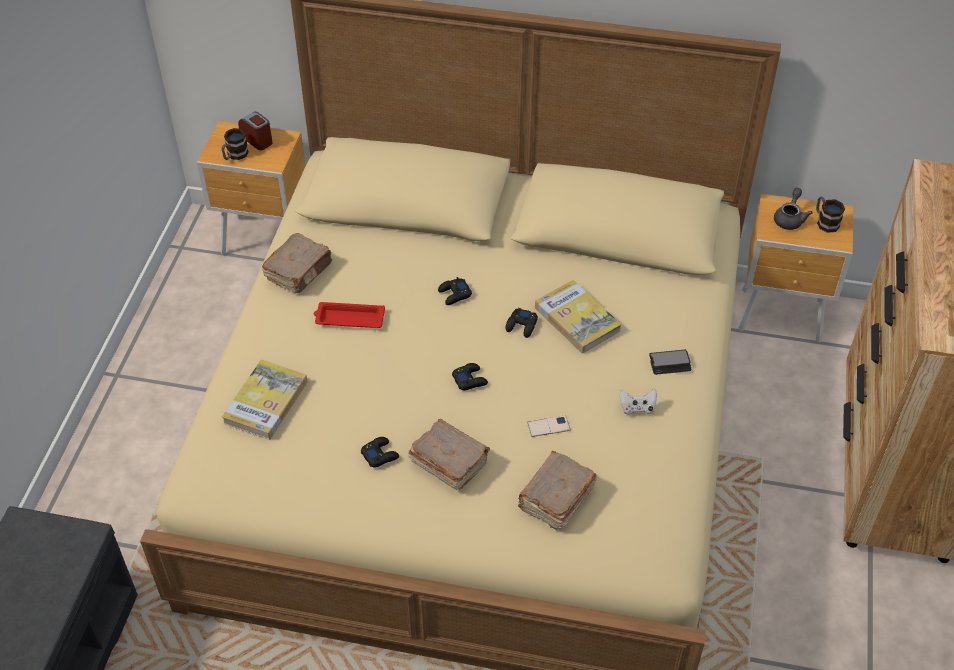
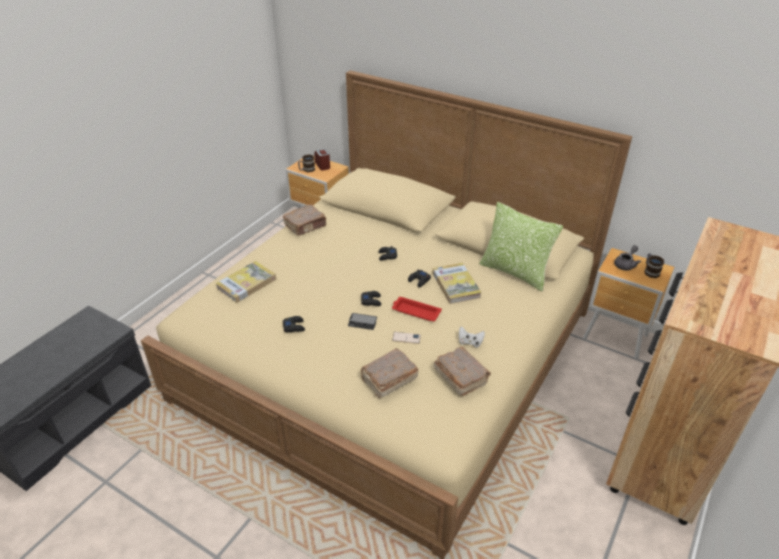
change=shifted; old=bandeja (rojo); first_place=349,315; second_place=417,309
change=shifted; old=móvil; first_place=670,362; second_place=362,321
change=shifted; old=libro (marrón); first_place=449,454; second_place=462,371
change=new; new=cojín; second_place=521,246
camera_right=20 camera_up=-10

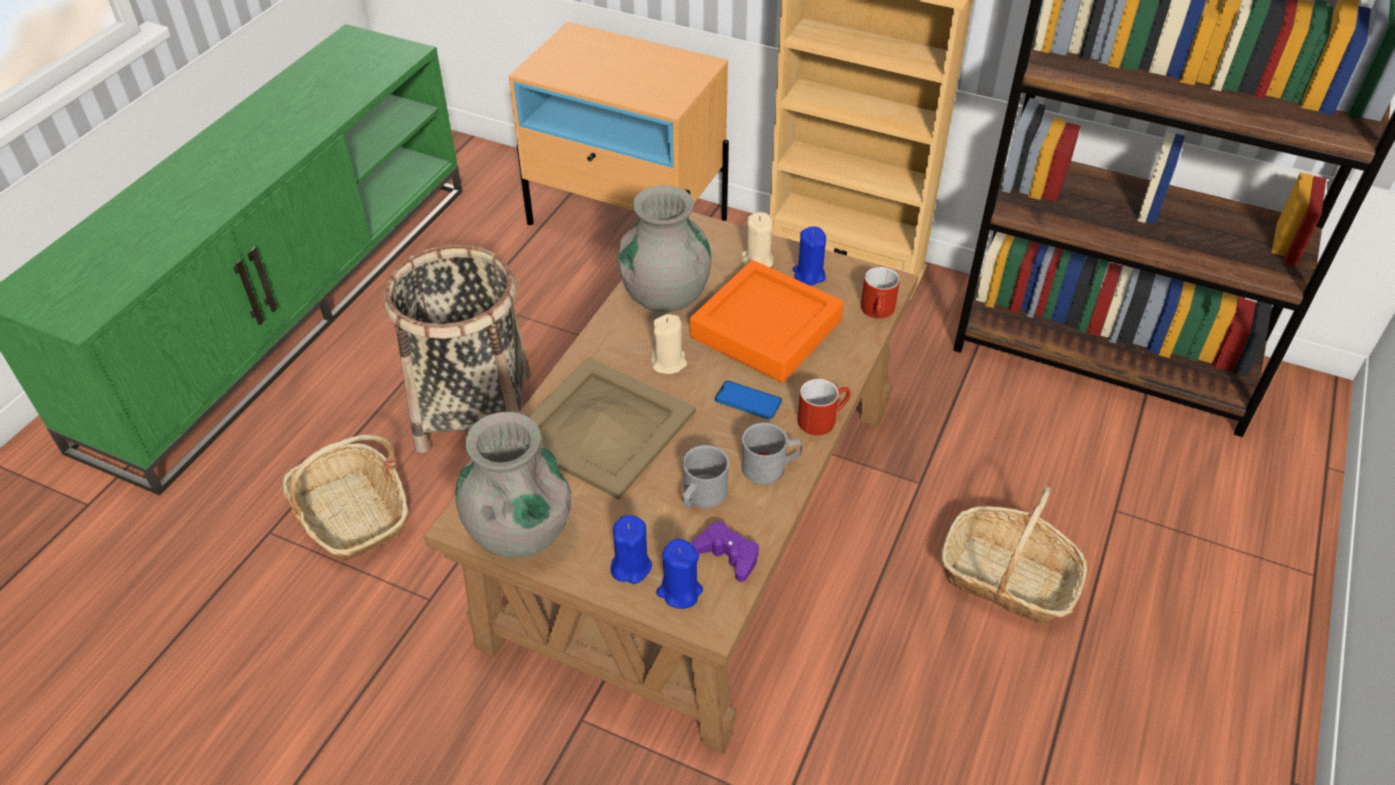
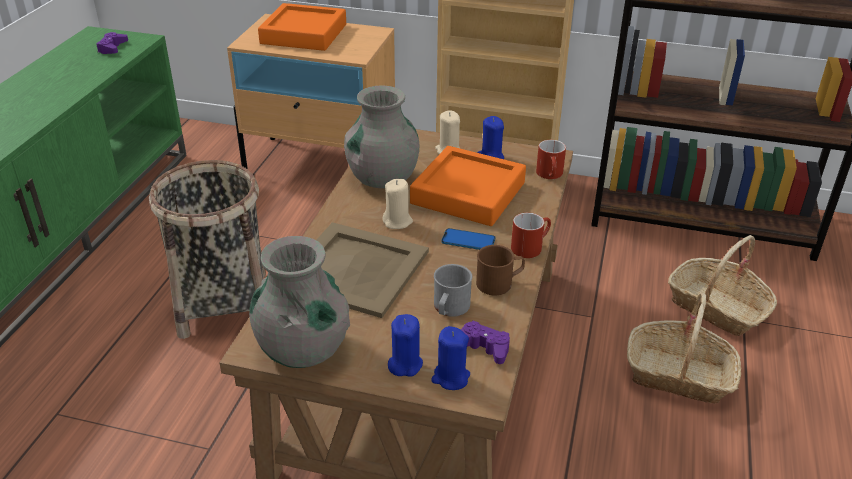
change=repainted; old=taza grande (gris); new=taza grande (marrón); first_place=772,453; second_place=500,270
change=shifted; old=cesta; first_place=345,497; second_place=722,285
change=new; new=bandeja (naranja); second_place=302,27
change=new; new=mando de consola (morado); second_place=112,43
camera_right=-10 camera_up=-10

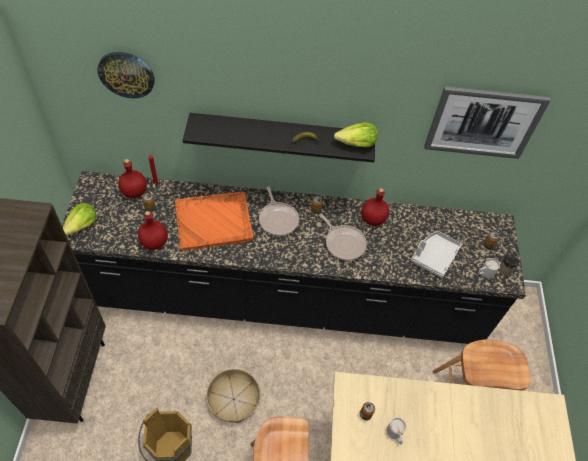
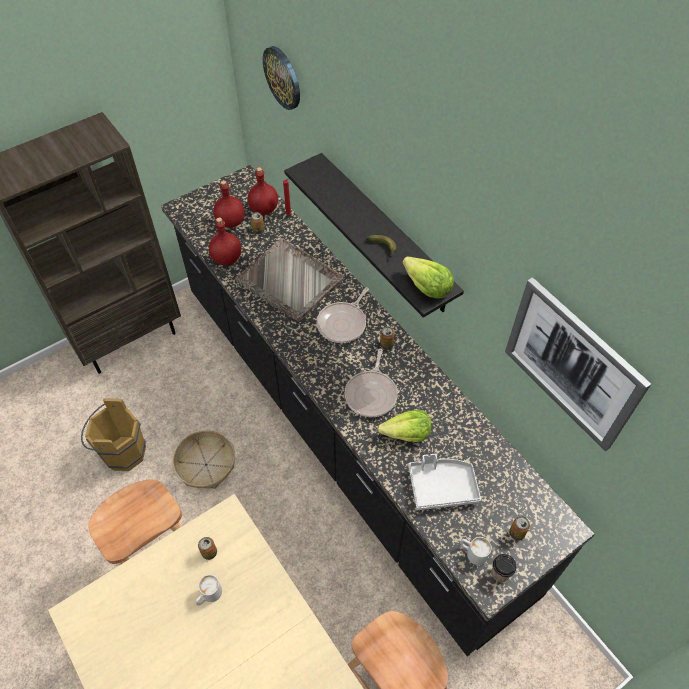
change=shifted; old=botella (rojo); first_place=375,207; second_place=228,204
change=repainted; old=bandeja (naranja); new=bandeja (gris); first_place=214,221; second_place=289,280
change=shifted; old=lechuga; first_place=80,219; second_place=404,426
camera_right=55 camera_up=0

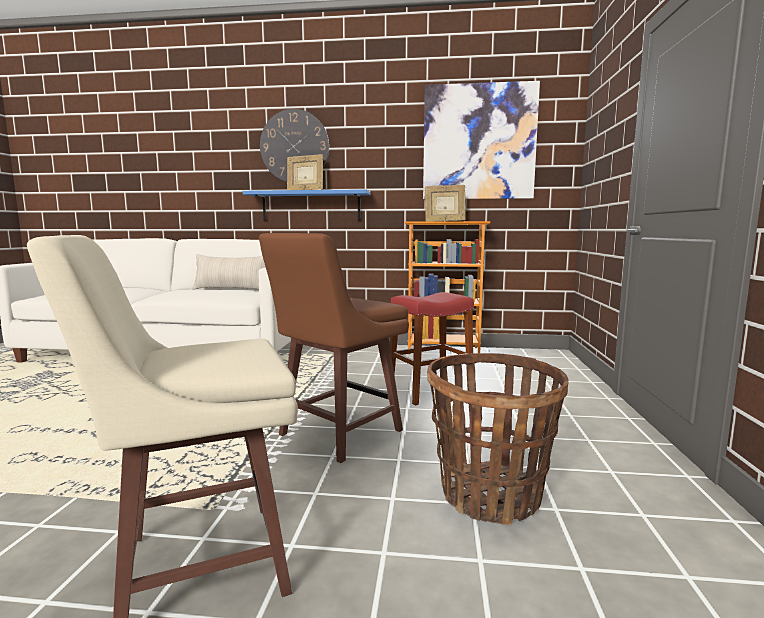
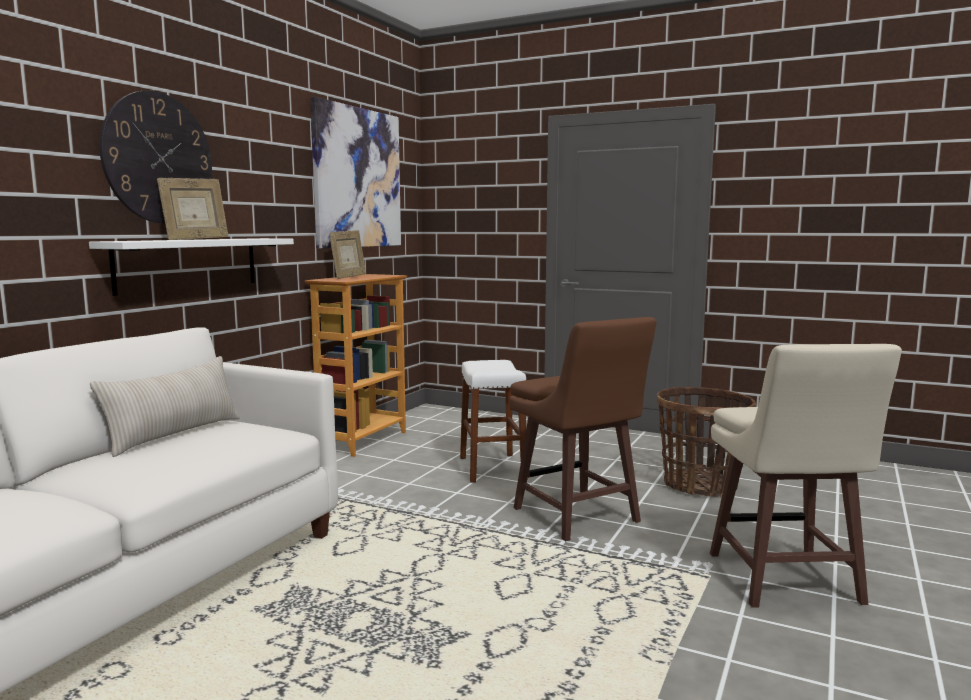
change=repainted; old=estante (azul); new=estante (blanco); first_place=307,205; second_place=191,267
change=repainted; old=taburete (rojo); new=taburete (blanco); first_place=432,349; second_place=494,421
camera_right=-70 camera_up=0

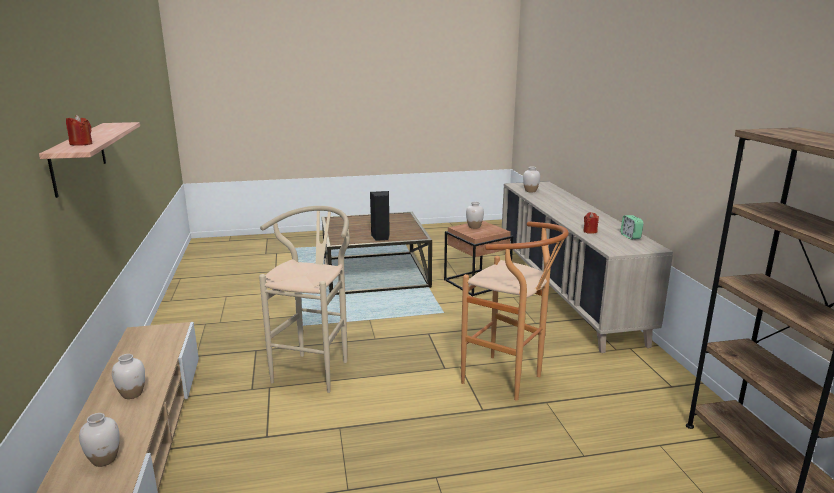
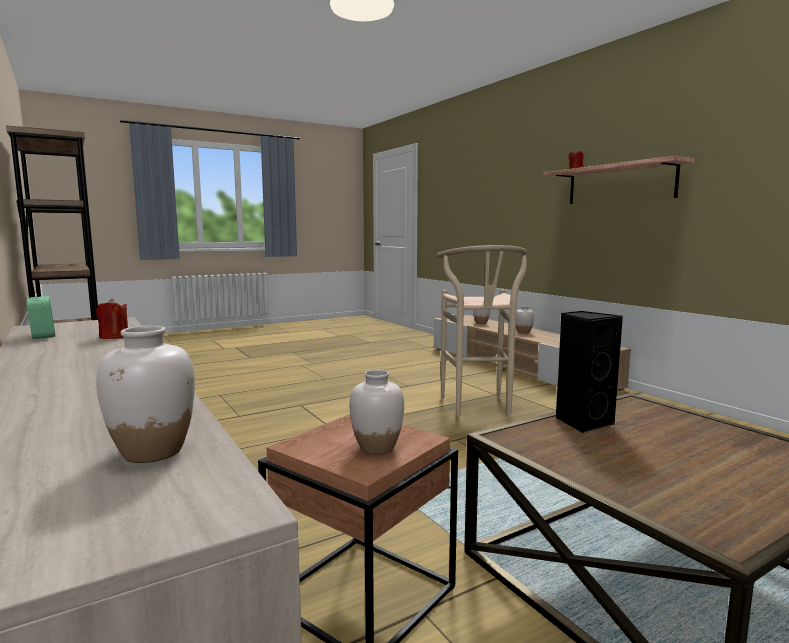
change=gone; old=taburete (marrón); first_place=515,311
camera_right=160 camera_up=-10

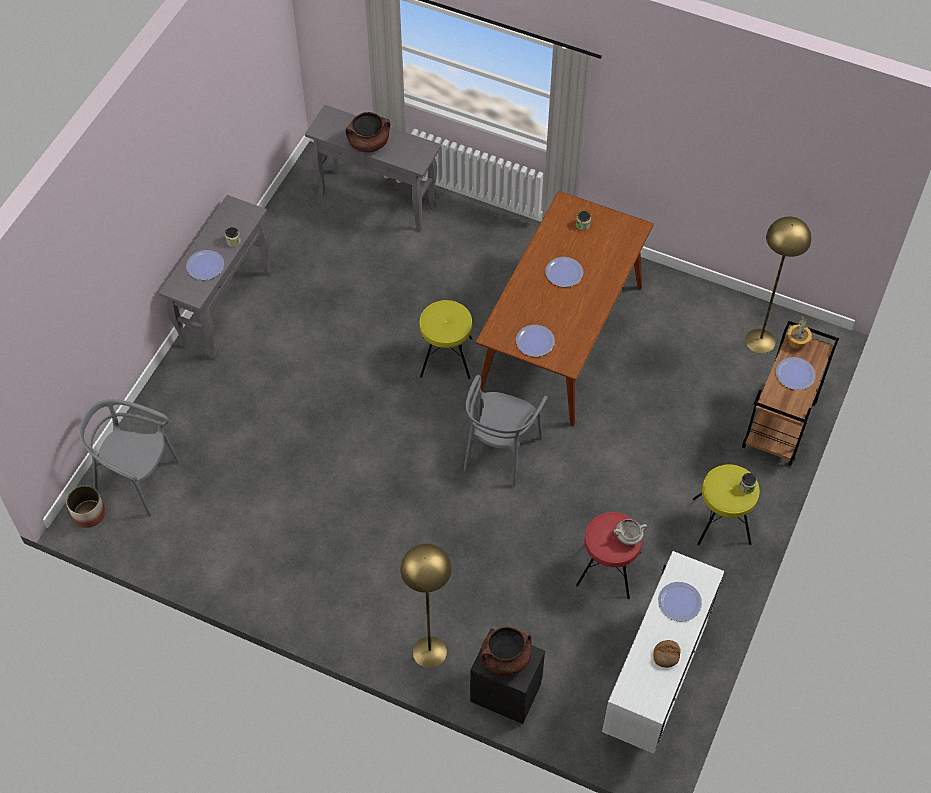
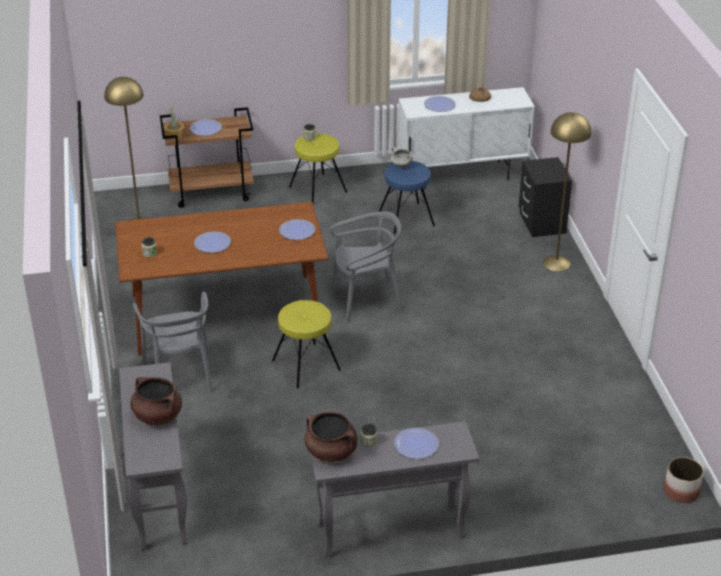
change=shifted; old=silla (gris); first_place=129,458; second_place=172,342
change=repainted; old=taburete (rojo); new=taburete (azul); first_place=609,555; second_place=407,197
change=shifted; old=olla (marrón); first_place=506,651; second_place=331,437
camera_right=-125 camera_up=-20

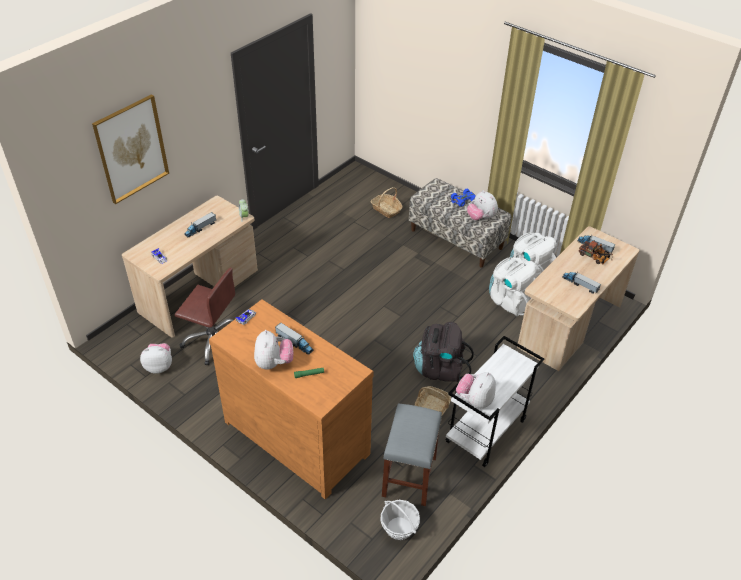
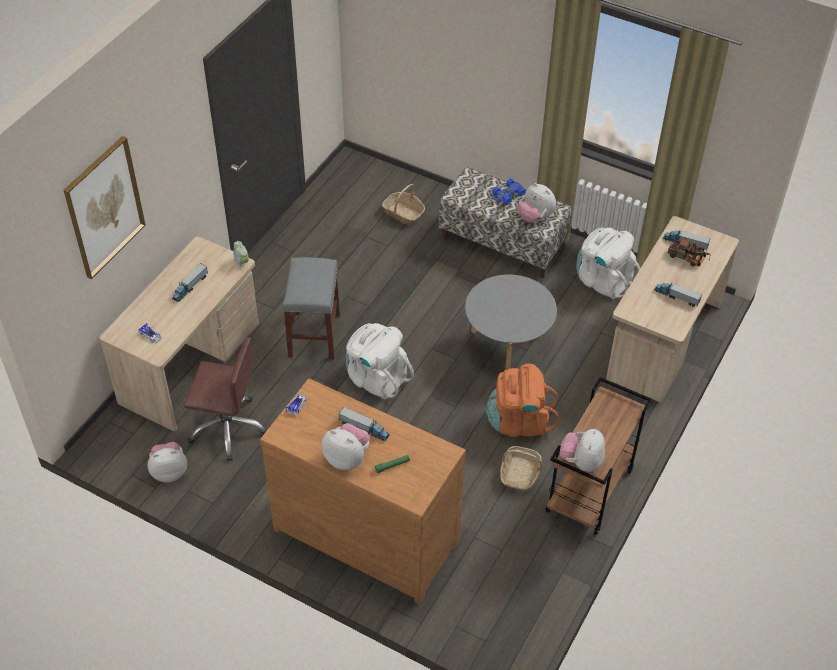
change=shifted; old=mochila (blanco); first_place=513,286; second_place=380,361
change=repainted; old=mochila (negro); new=mochila (naranja); first_place=443,352; second_place=523,400
change=rotated; old=peluche; first_place=273,349; second_place=346,446; degrees=-45
change=repainted; old=carrito (blanco); new=carrito (marrón); first_place=494,401; second_place=598,456
change=shifted; old=taburete (gris); first_place=412,454; second_place=311,308
change=gone; old=cesta; first_place=400,520
change=new; new=mesa de centro (gris); second_place=511,322
camera_right=-10 camera_up=5

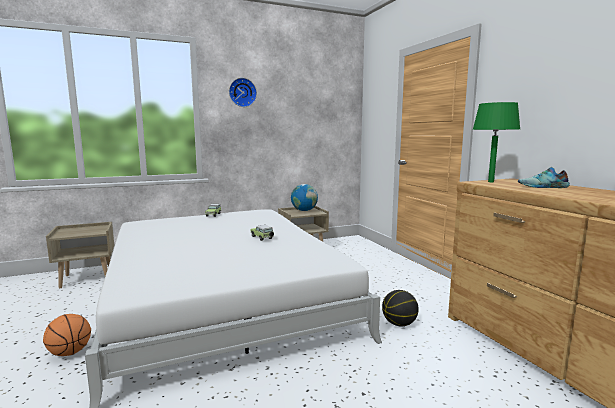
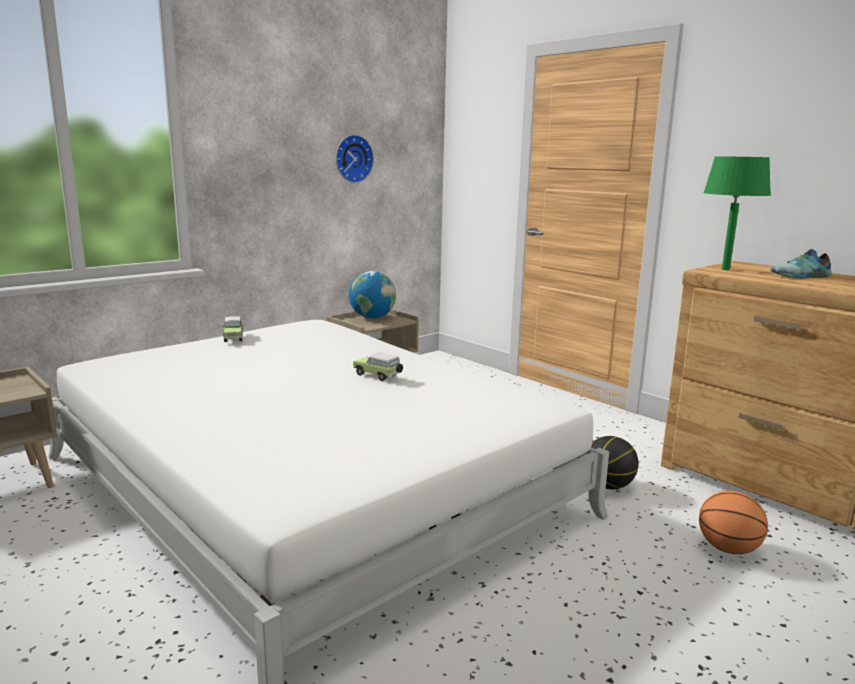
change=shifted; old=reloj de pared; first_place=243,92; second_place=355,159
change=shifted; old=balón de baloncesto; first_place=67,335; second_place=733,522
camera_right=-20 camera_up=5

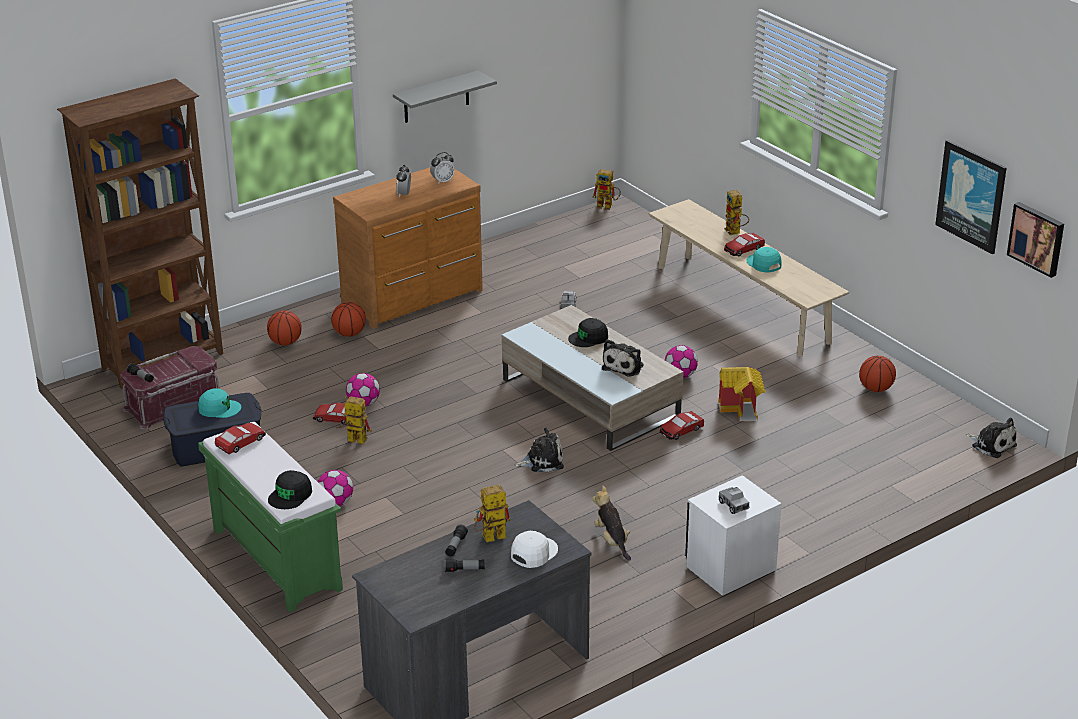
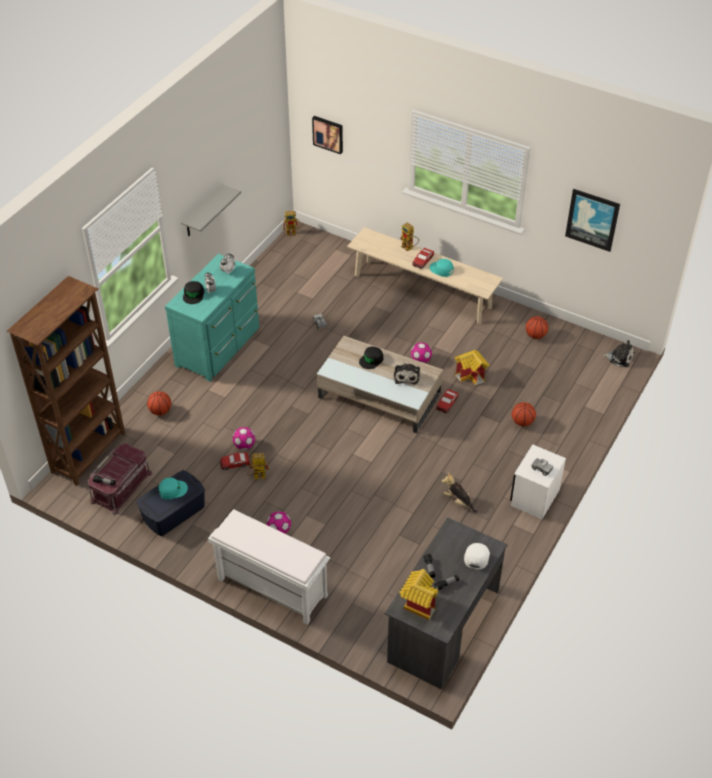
change=repainted; old=cómoda (marrón); new=cómoda (turquesa); first_place=408,248; second_place=212,317
change=shifted; old=cuadro; first_place=1035,240; second_place=327,135
change=shifted; old=balón de baloncesto; first_place=348,319; second_place=524,414
change=repainted; old=banco (verde); new=banco (blanco); first_place=270,517; second_place=269,567
change=gone; old=coche de juguete; first_place=240,438
change=gone; old=peluche; first_place=539,450
change=shifted; old=gorra (negro); first_place=290,489; second_place=193,292
change=gone; old=robot de juguete; first_place=492,513
change=new; new=casita; second_place=418,594
camera_right=-25 camera_up=15

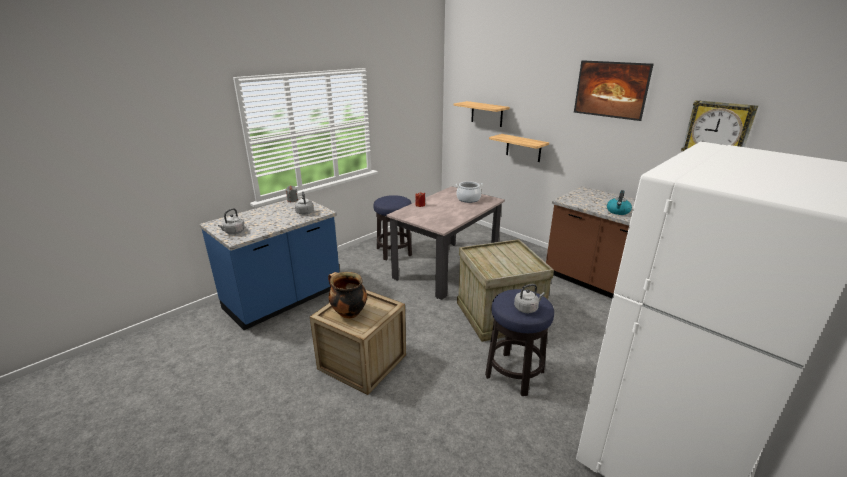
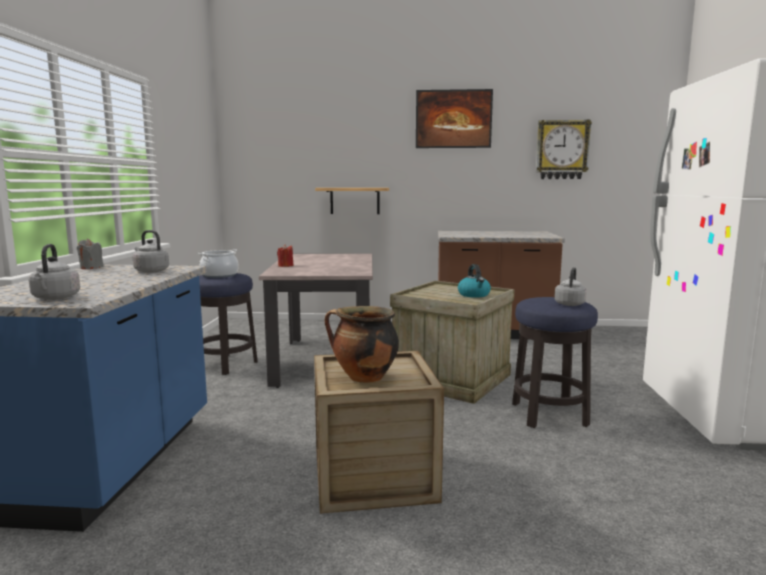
change=gone; old=estante; first_place=482,114
change=shifted; old=olla; first_place=469,192; second_place=218,263
change=shifted; old=hervidor; first_place=619,202; second_place=474,281
camera_right=-40 camera_up=-15

